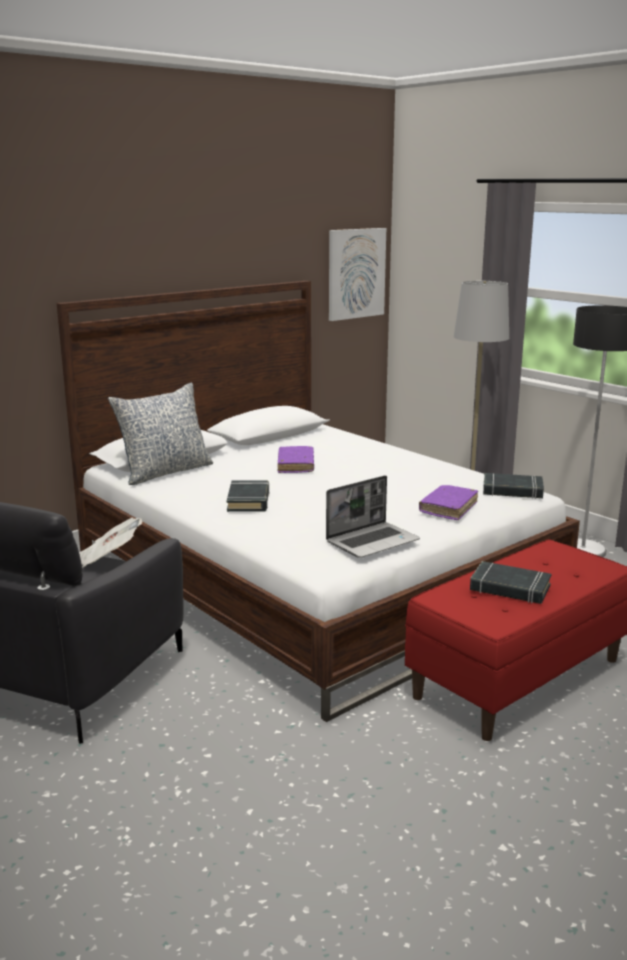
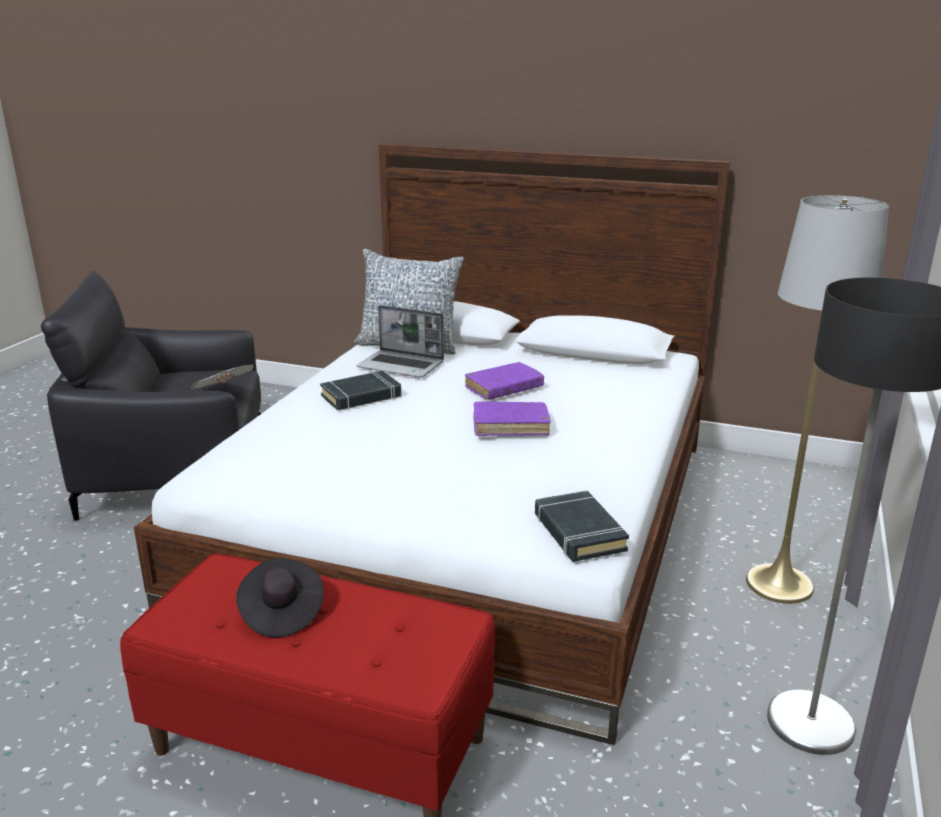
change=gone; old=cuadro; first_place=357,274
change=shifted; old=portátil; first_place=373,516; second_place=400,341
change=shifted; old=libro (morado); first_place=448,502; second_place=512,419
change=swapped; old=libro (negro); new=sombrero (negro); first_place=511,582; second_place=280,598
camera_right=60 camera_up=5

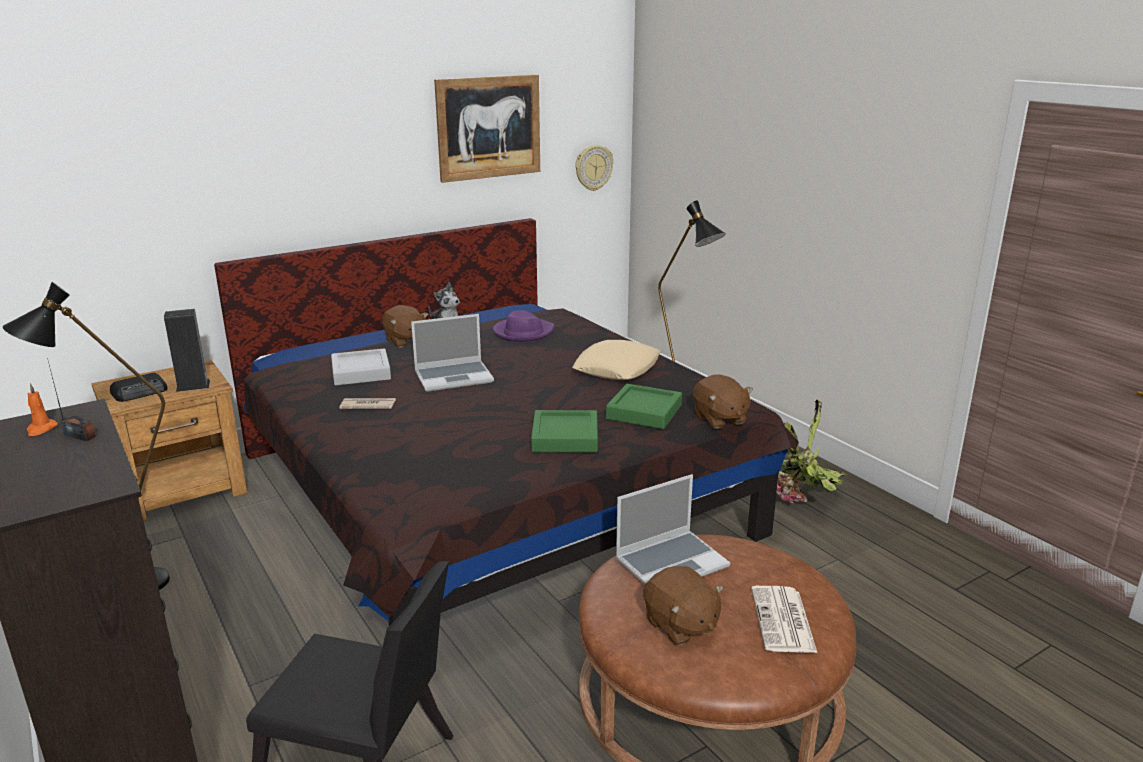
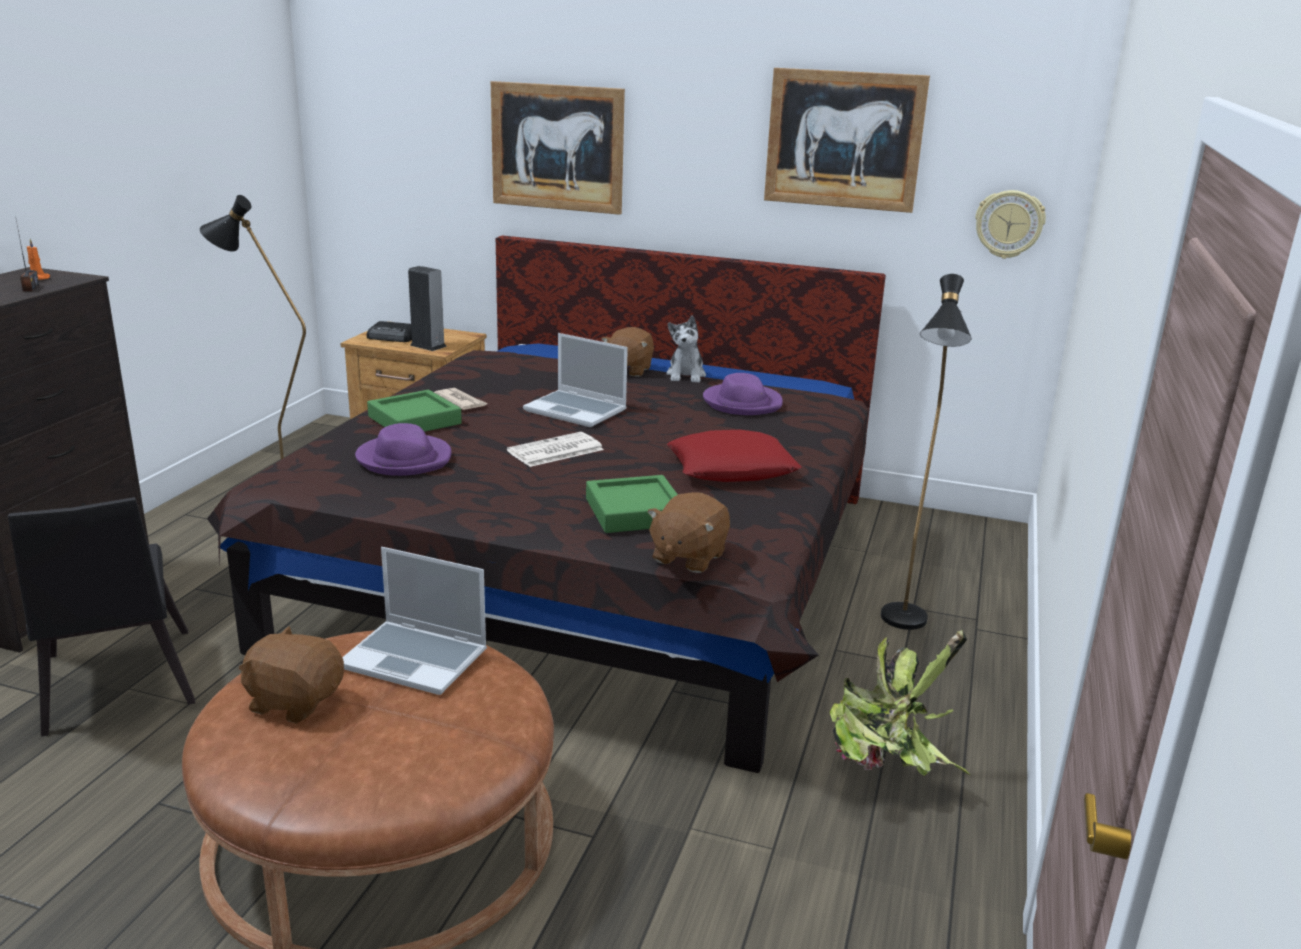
change=repainted; old=cojín (beis); new=cojín (rojo); first_place=616,360; second_place=734,456
change=gone; old=bandeja (gris); first_place=361,367
change=shifted; old=bandeja (verde); first_place=564,431; second_place=414,411
change=rotated; old=peluche (marrón); first_place=683,606; second_place=291,675; degrees=90
change=shifted; old=periódico; first_place=784,619; second_place=555,449
change=new; new=cuadro; second_place=558,148
change=new; new=sombrero (morado); second_place=403,449
camera_right=50 camera_up=0

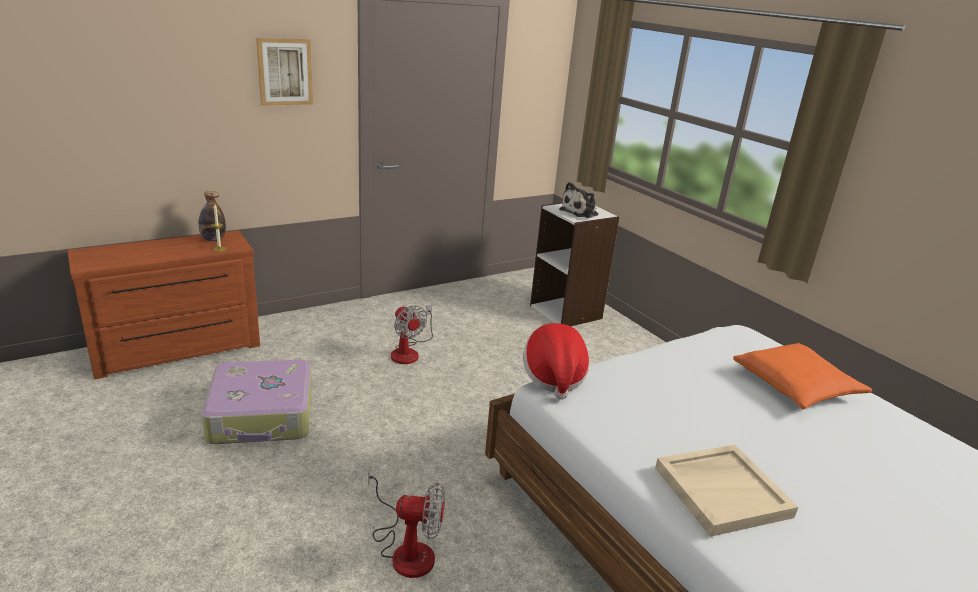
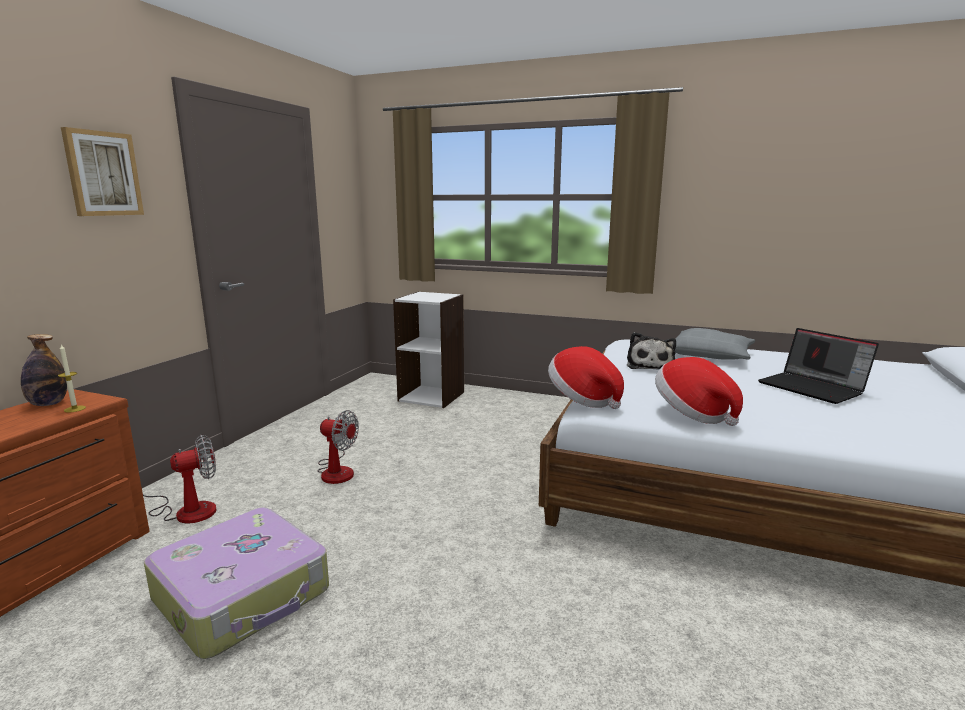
change=shifted; old=peluche; first_place=578,200; second_place=651,351
change=repainted; old=cojín (naranja); new=cojín (gris); first_place=802,376; second_place=715,344
change=gone; old=bandeja (beis); first_place=726,491
change=shifted; old=ventilador; first_place=406,522; second_place=180,479
change=new; new=portátil; second_place=818,366
change=new; new=sombrero; second_place=699,391
camera_right=-35 camera_up=-10

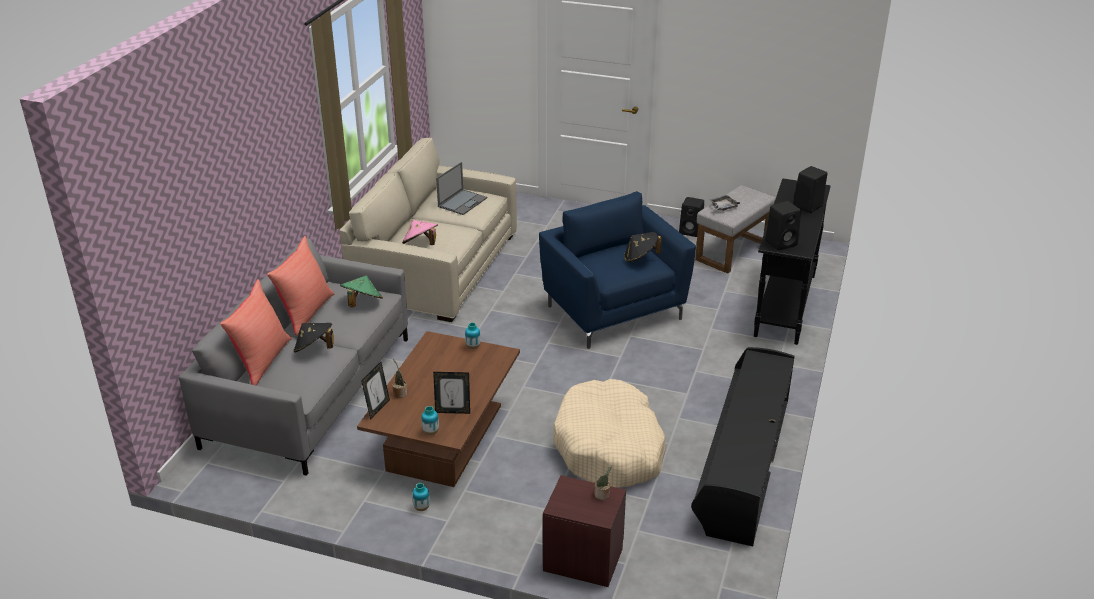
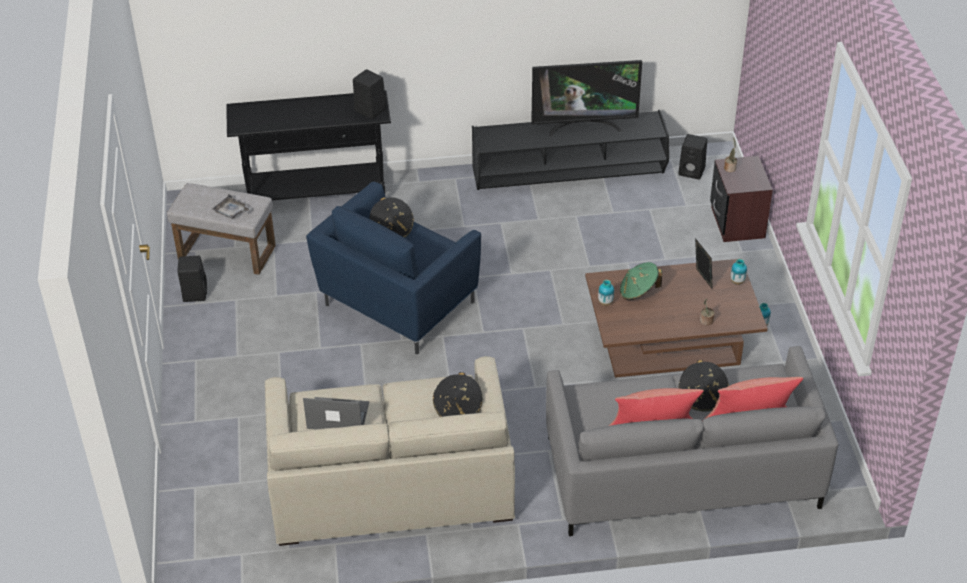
change=shifted; old=altavoz (negro); first_place=810,189; second_place=692,156
change=repainted; old=sombrero (rosa); new=sombrero (negro); first_place=420,232; second_place=457,394
change=shifted; old=sombrero (verde); first_place=361,291; second_place=641,281
change=gone; old=portarretratos; first_place=375,391
change=gone; old=cama para perro (beis); first_place=609,433
change=new; new=televisor; second_place=586,98
camera_right=-115 camera_up=10

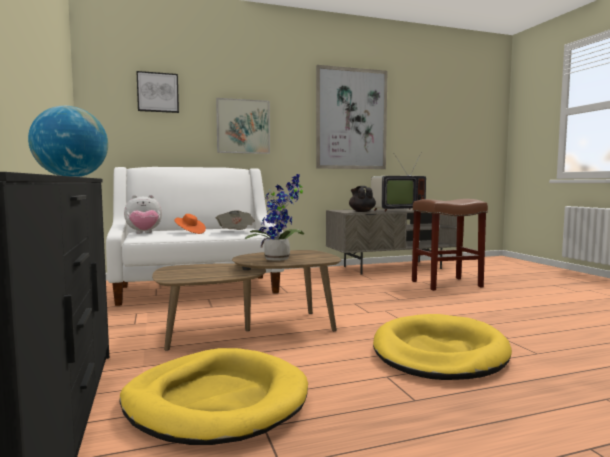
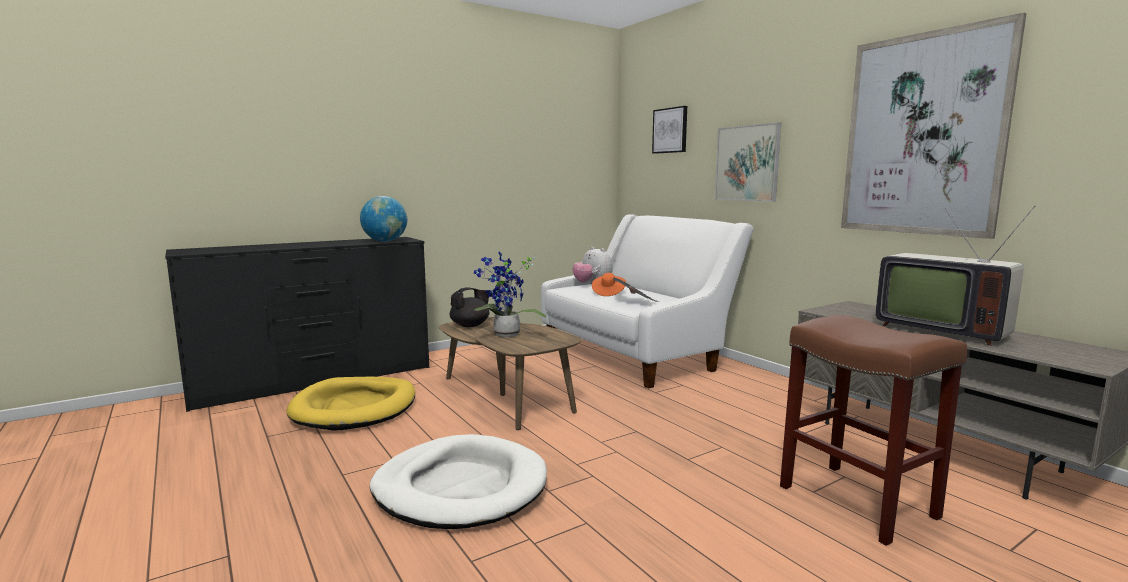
change=shifted; old=tetera (negro); first_place=362,199; second_place=469,307
change=repainted; old=cama para perro (amarillo); new=cama para perro (blanco); first_place=442,347; second_place=458,481
camera_right=75 camera_up=5

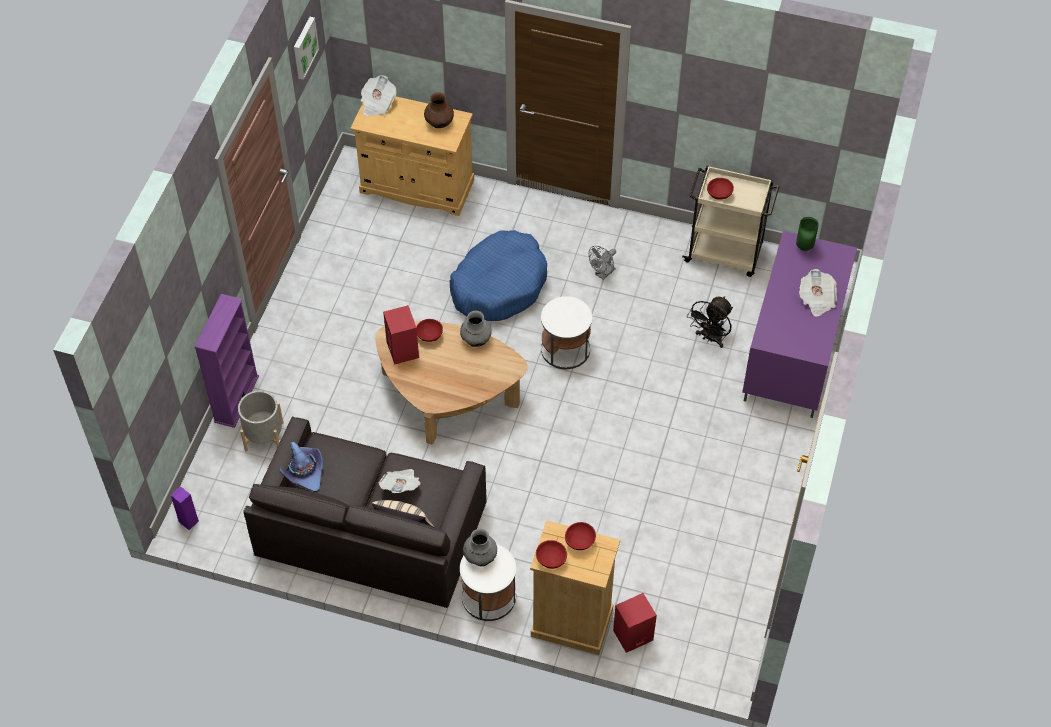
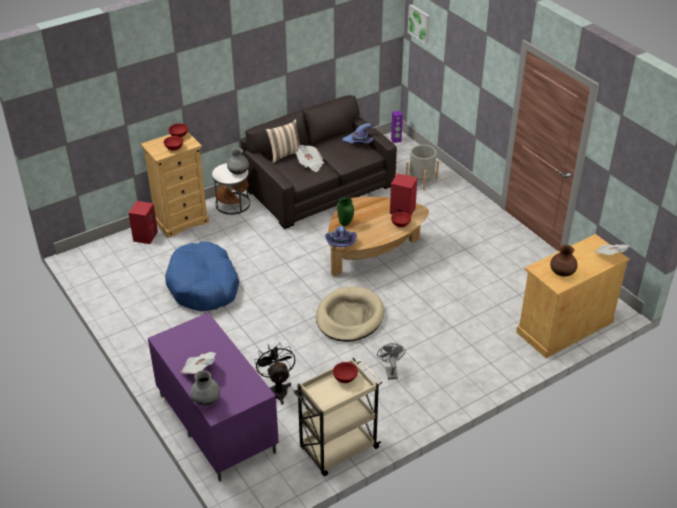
change=shifted; old=cuadro; first_place=306,48; second_place=419,24
change=shifted; old=florero (verde); first_place=807,234; second_place=345,211
change=shifted; old=cama para perro (azul); first_place=498,275; second_place=202,276
change=gone; old=estantería (morado); first_place=226,361
change=swapped; old=mesa auxiliar (blanco); new=cama para perro (beis); first_place=566,332; second_place=350,314
change=shifted; old=florero (gris); first_place=476,329; second_place=205,387
change=new; new=sombrero (morado); second_place=341,236
camera_right=130 camera_up=-15

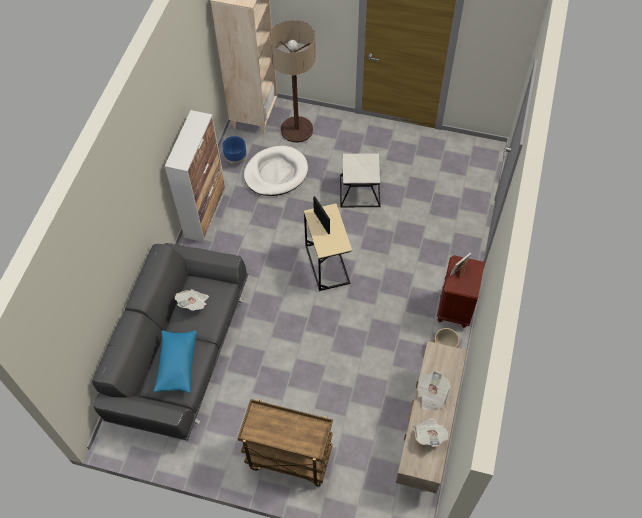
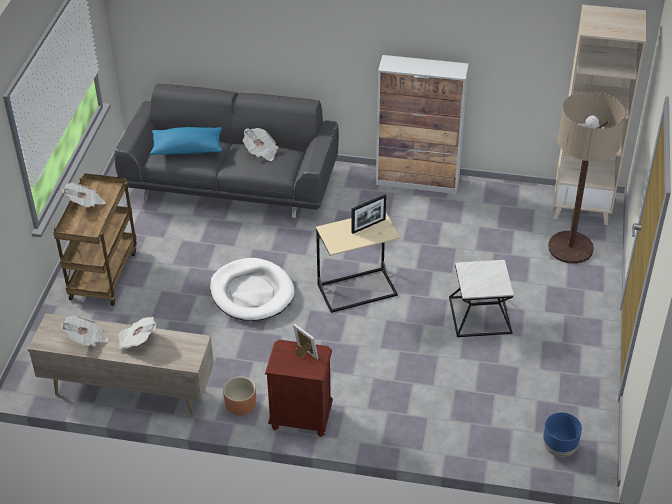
change=shifted; old=maceta (azul); first_place=234,150; second_place=562,434
change=shifted; old=cama para perro (blanco); first_place=276,171; second_place=252,289
change=new; new=periódico; second_place=84,195
camera_right=85 camera_up=-15

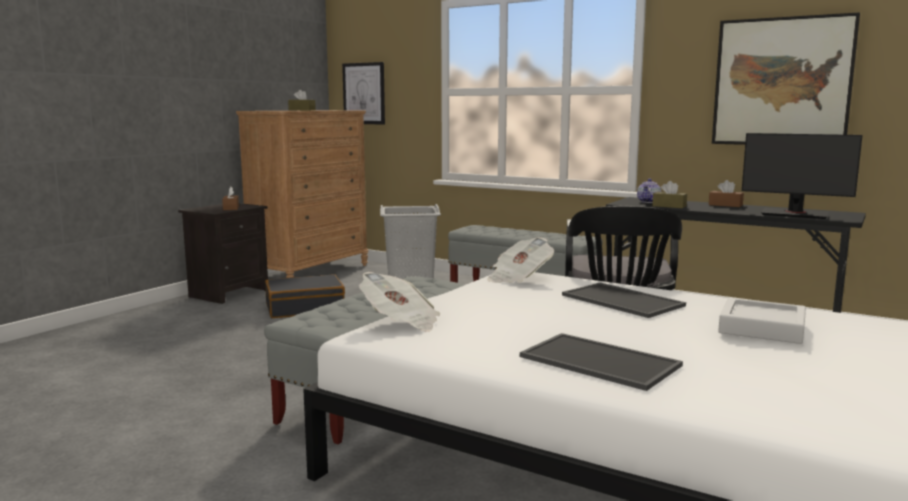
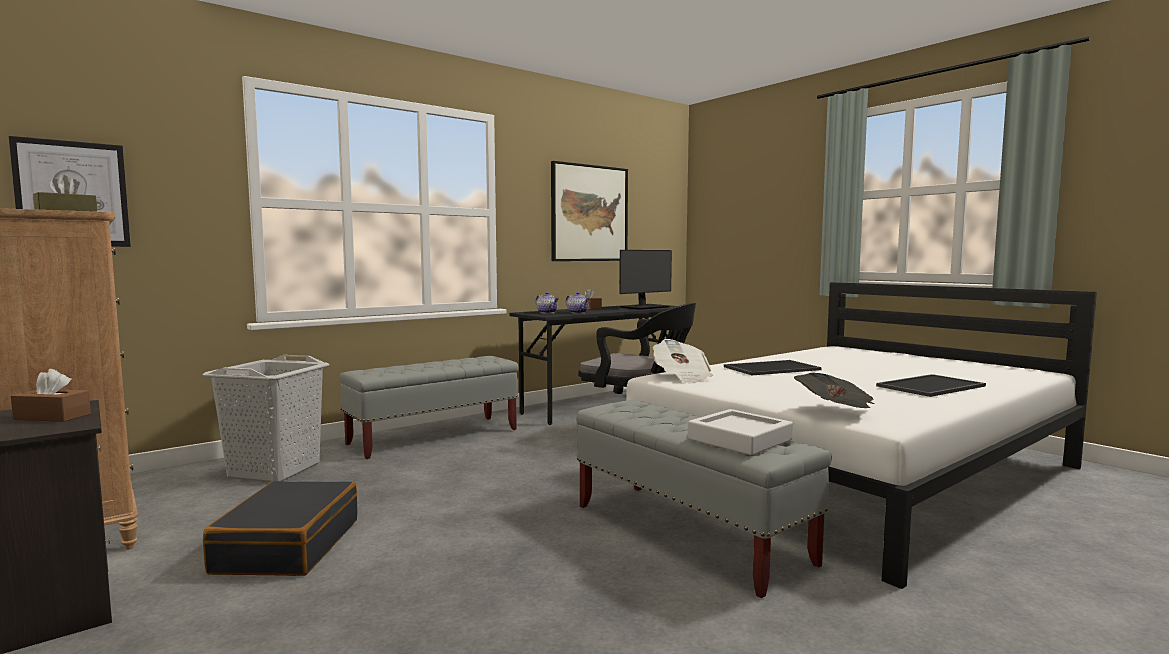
change=swapped; old=caja de pañuelos (marrón); new=tetera; first_place=669,194; second_place=578,303
change=shifted; old=bandeja (gris); first_place=762,321; second_place=740,432
camera_right=-70 camera_up=-5

